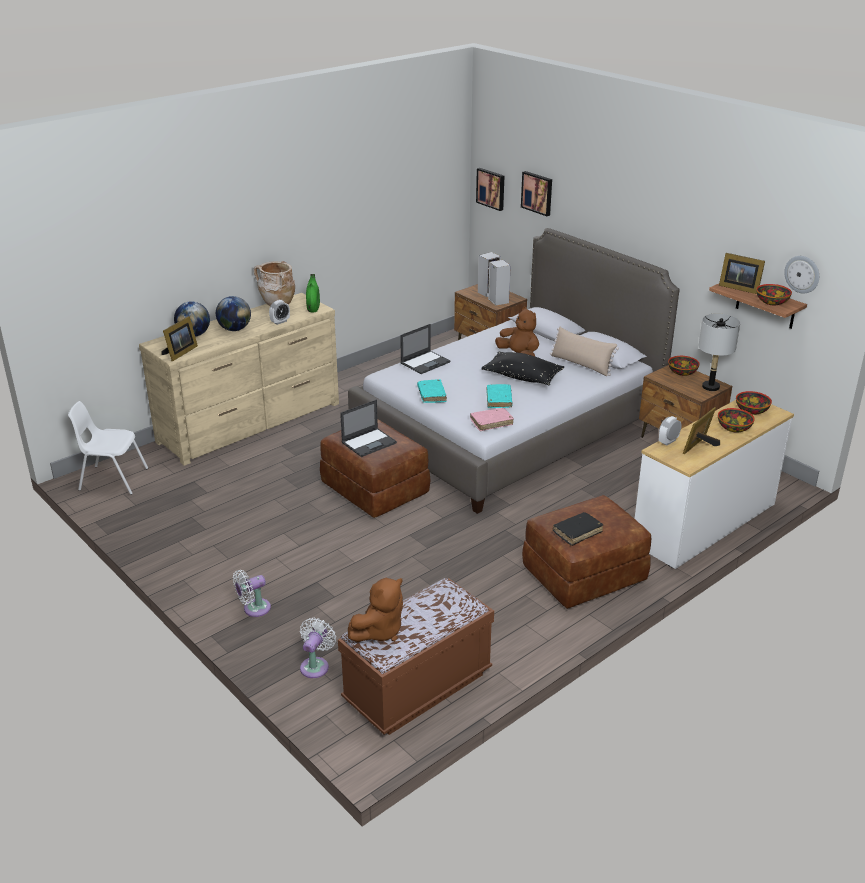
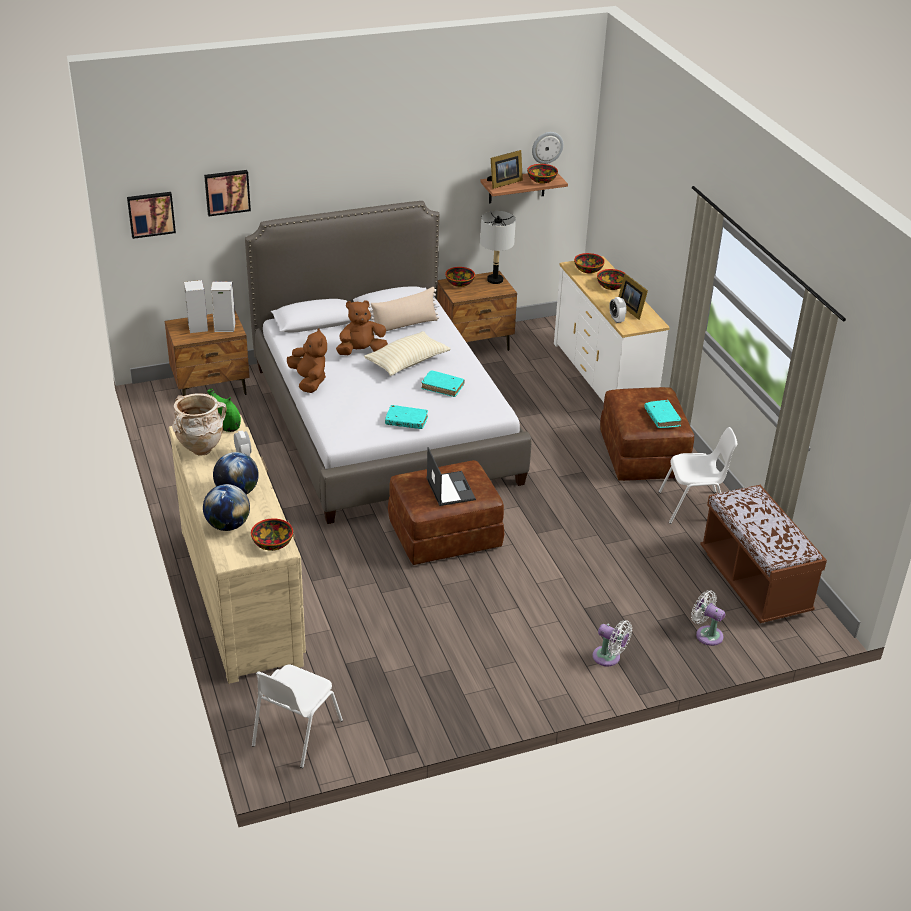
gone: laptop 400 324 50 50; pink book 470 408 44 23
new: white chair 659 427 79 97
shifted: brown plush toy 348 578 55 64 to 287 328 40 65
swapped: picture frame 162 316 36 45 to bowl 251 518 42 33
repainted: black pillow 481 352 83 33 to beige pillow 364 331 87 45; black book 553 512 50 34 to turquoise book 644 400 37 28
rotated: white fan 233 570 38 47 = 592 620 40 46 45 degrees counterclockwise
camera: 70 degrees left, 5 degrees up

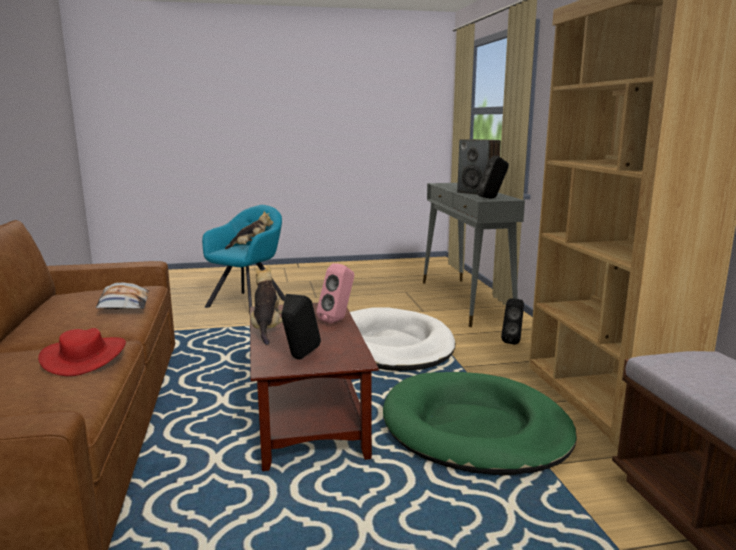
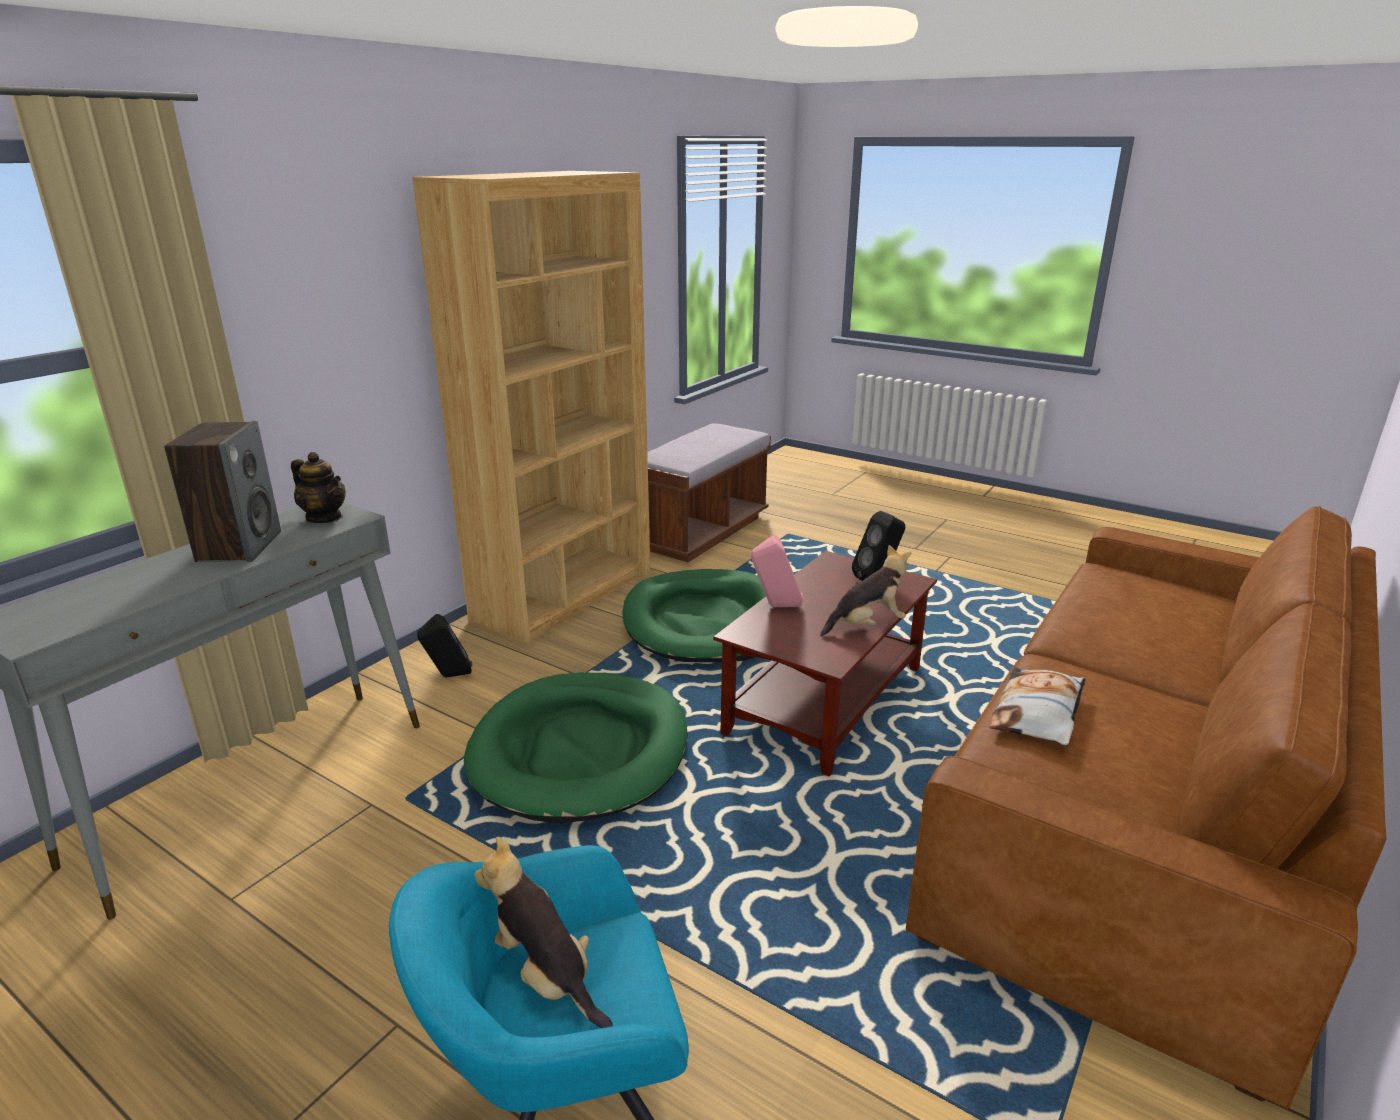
gone: red hat 38 328 88 48
swapped: black speaker 477 156 32 43 to teapot 291 452 55 71
repainted: white dog bed 350 307 105 64 to green dog bed 464 673 224 150
rotated: plush toy 250 265 33 80 = 820 545 92 92 150 degrees counterclockwise
camera: 135 degrees left, 10 degrees up

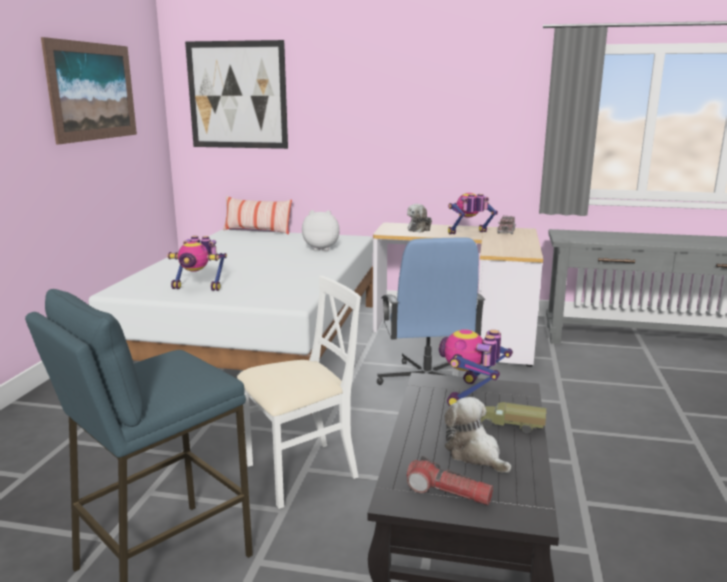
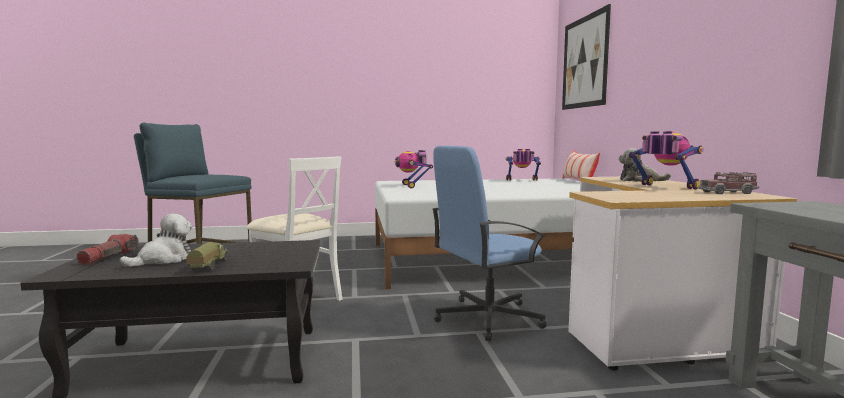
gone: picture 41 37 96 107; plush toy 302 210 38 41
shifted: toy robot 439 329 74 77 to 505 149 36 32
camera: 70 degrees right, 10 degrees down

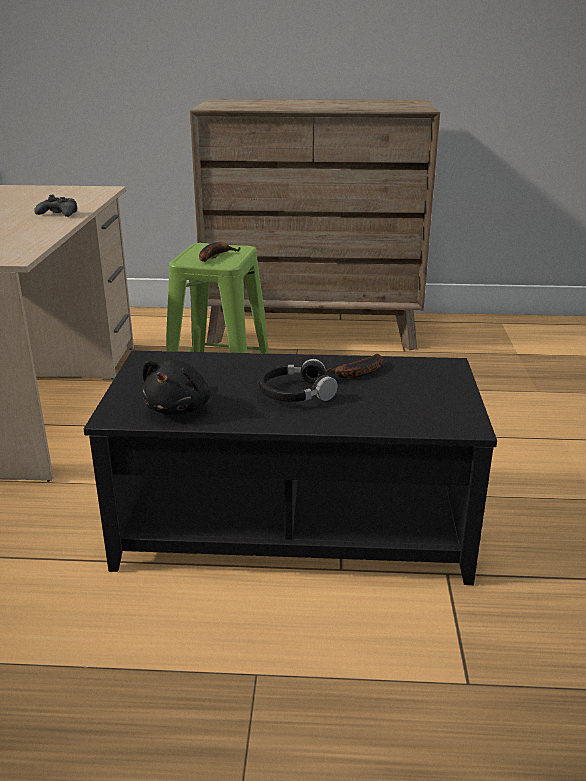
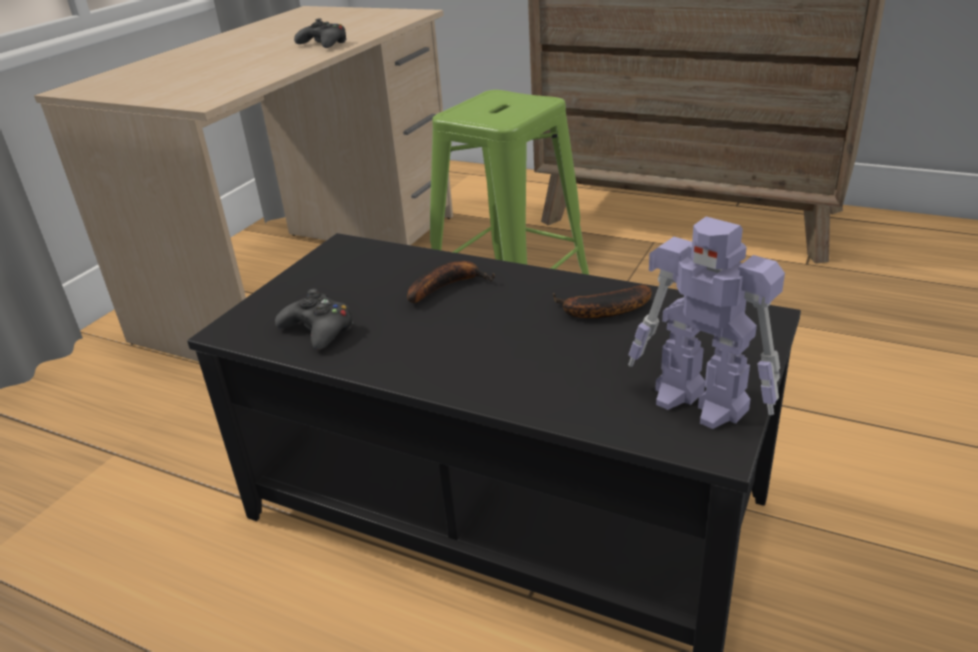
gone: black headphones 259 359 79 43
new: toy robot 628 217 157 212
shifted: banana 199 242 42 20 to 407 261 88 42
swapped: black plush toy 142 360 69 55 to black game controller 275 289 79 61
camera: 25 degrees right, 5 degrees up

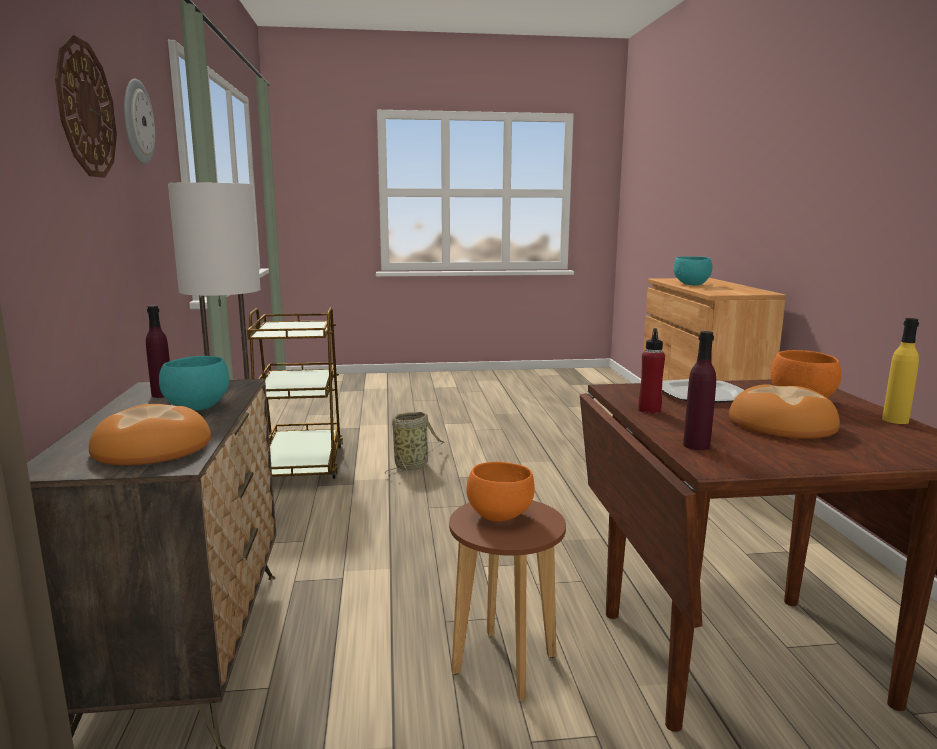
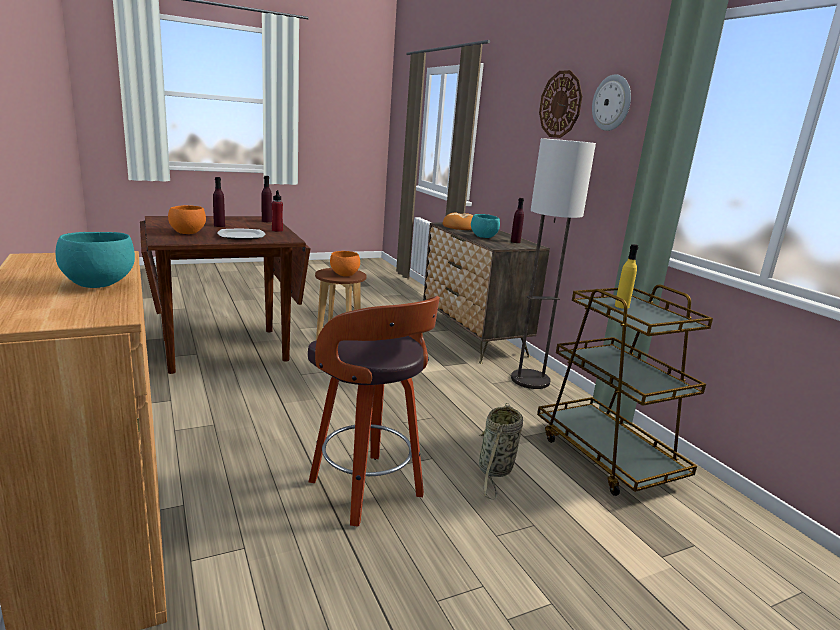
new: stool 308 296 132 231
shifted: yellow bottle 882 318 37 106 to 615 244 23 65
swapped: bread 729 384 111 54 to purple bottle 213 177 12 50
camera: 160 degrees right, 5 degrees up

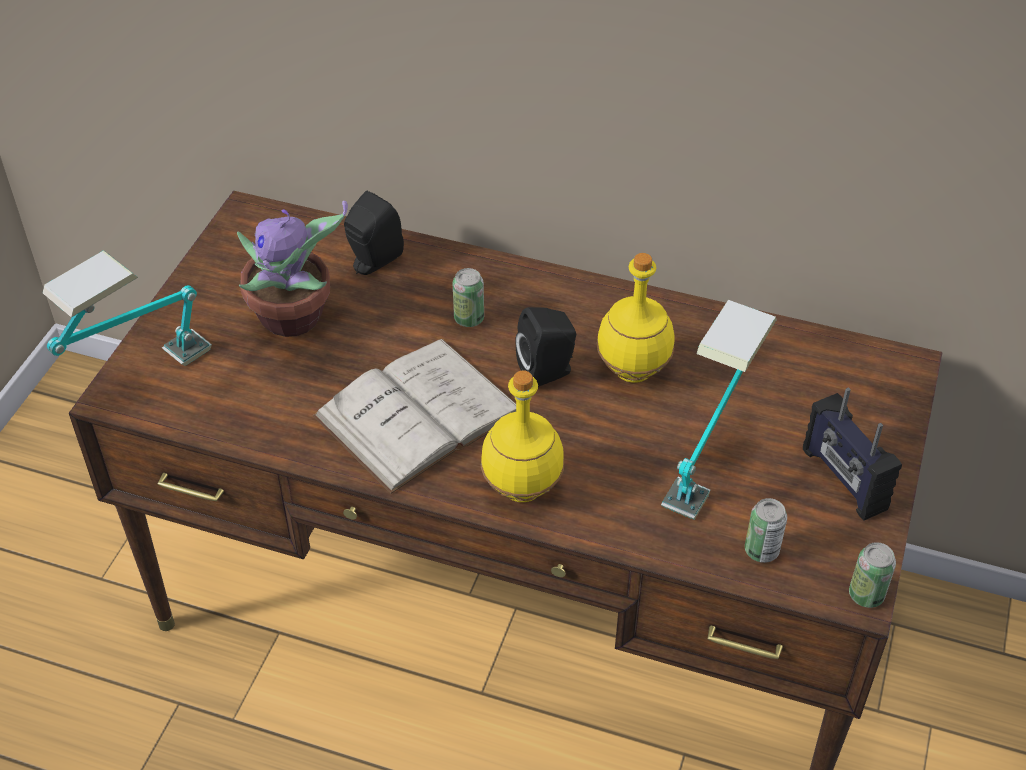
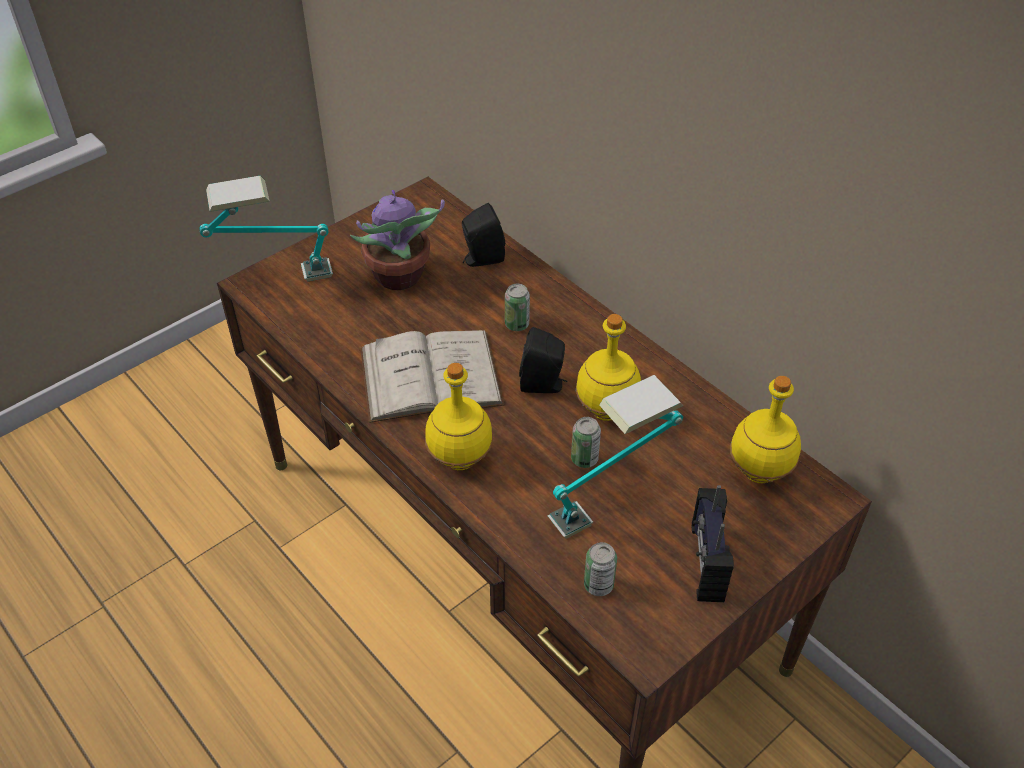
new: yellow bottle 730 376 71 107
shifted: can 849 542 47 66 to 571 417 30 51
camera: 30 degrees right, 0 degrees up

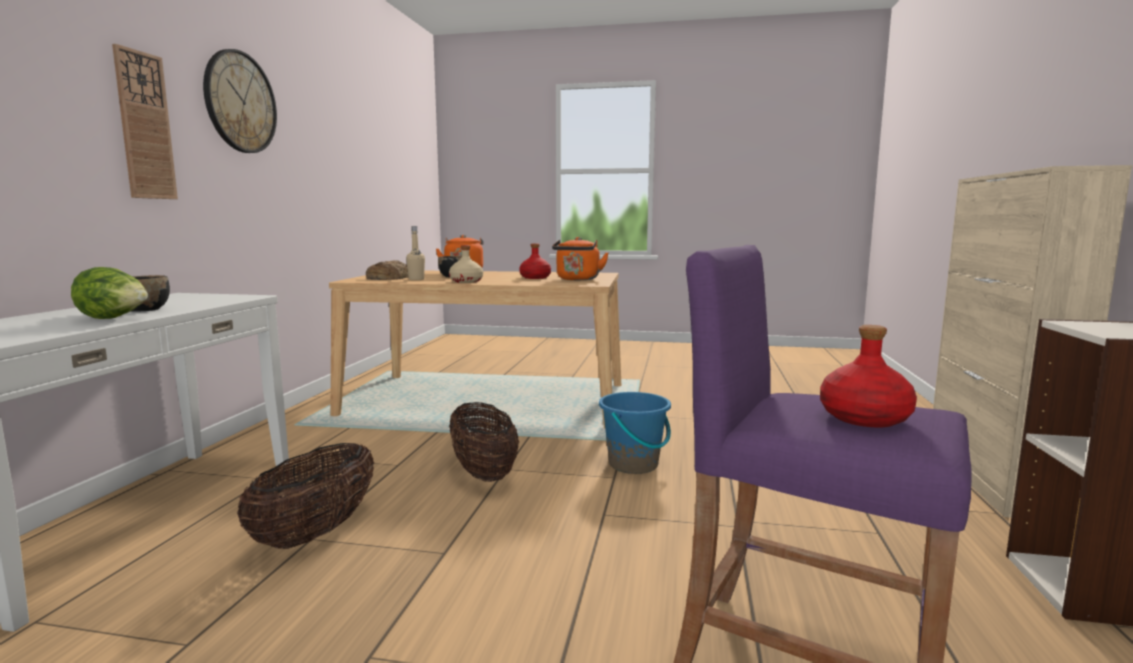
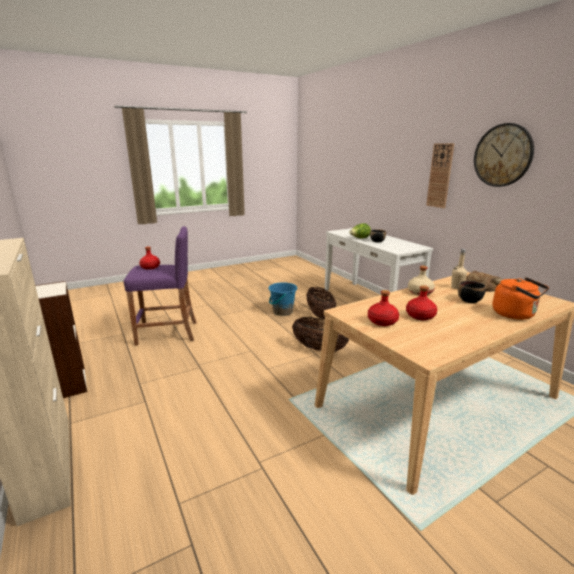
shifted: blue bucket 599 392 72 82 to 268 282 29 34
swapped: orange kettle 552 237 57 43 to red bottle 368 290 31 36
camera: 140 degrees right, 10 degrees up

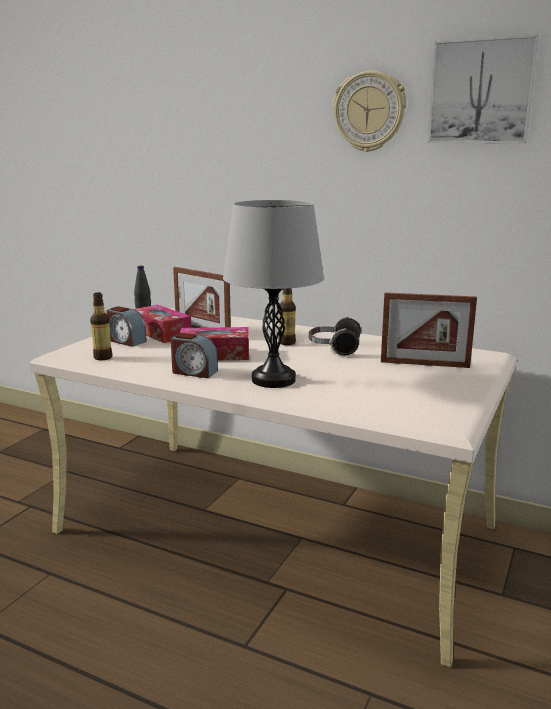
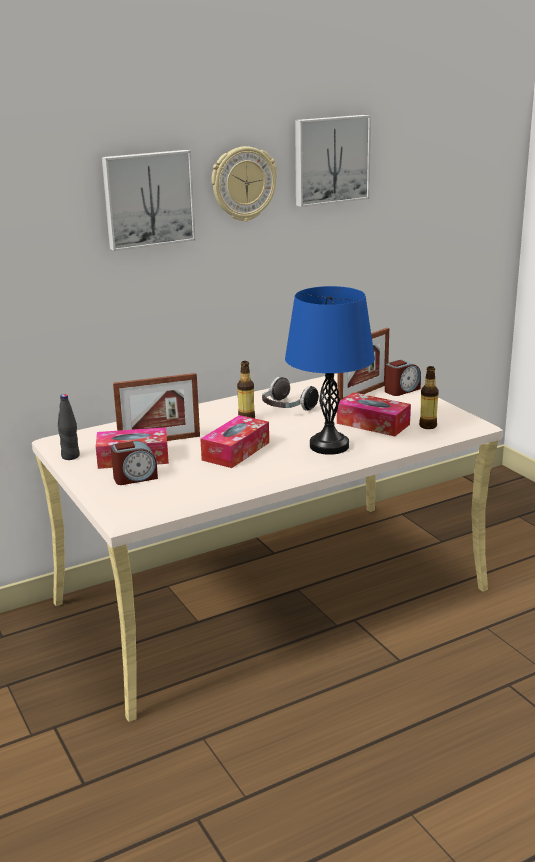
new: picture 102 150 94 101; tissue box 337 392 74 44
shifted: bottle 90 292 22 68 to 419 366 20 63; alarm clock 171 333 47 45 to 385 360 36 36
repainted: grey table lamp 223 200 101 188 to blue table lamp 285 286 90 169
camera: 55 degrees left, 5 degrees up

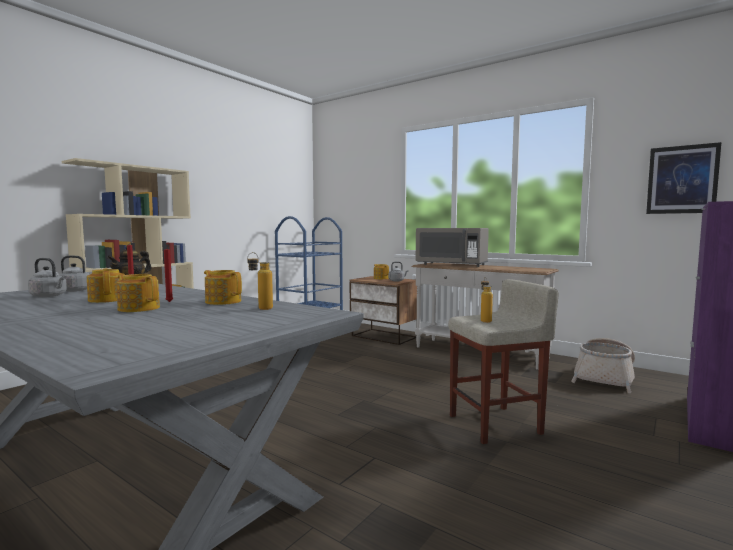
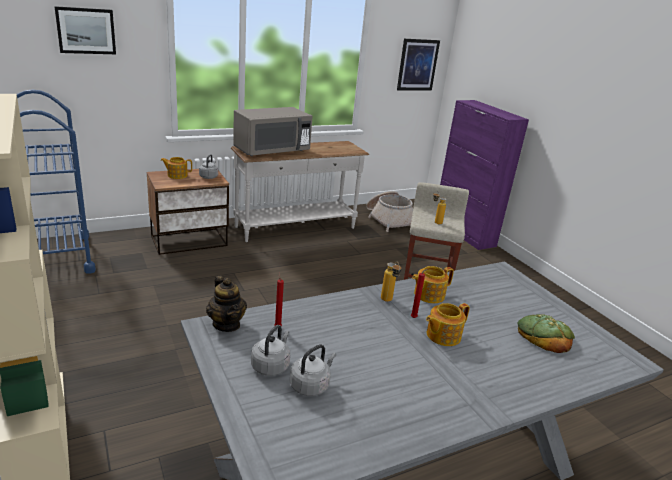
gone: teapot 87 269 36 34
new: picture 54 6 62 48; bread 517 314 58 39
shifted: bottle 247 252 26 58 to 381 262 20 40
camera: 65 degrees left, 20 degrees up

